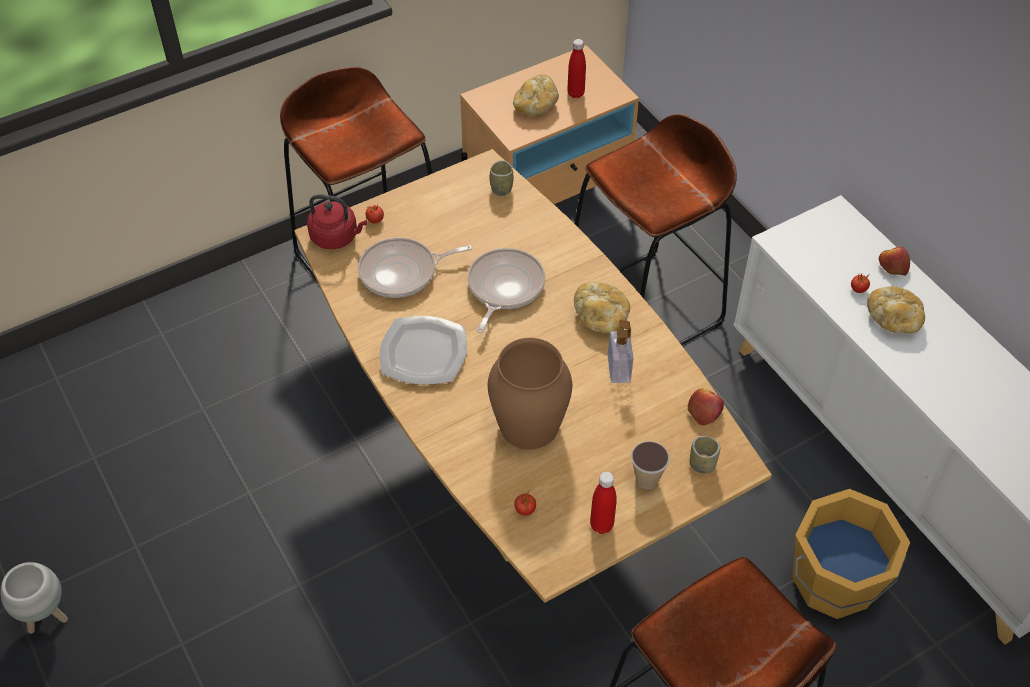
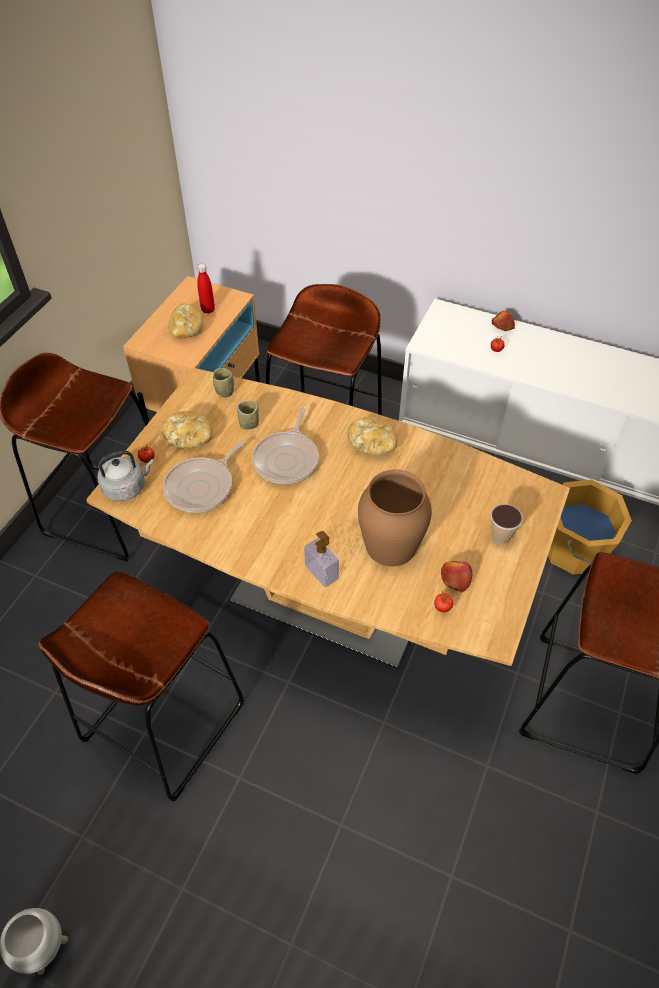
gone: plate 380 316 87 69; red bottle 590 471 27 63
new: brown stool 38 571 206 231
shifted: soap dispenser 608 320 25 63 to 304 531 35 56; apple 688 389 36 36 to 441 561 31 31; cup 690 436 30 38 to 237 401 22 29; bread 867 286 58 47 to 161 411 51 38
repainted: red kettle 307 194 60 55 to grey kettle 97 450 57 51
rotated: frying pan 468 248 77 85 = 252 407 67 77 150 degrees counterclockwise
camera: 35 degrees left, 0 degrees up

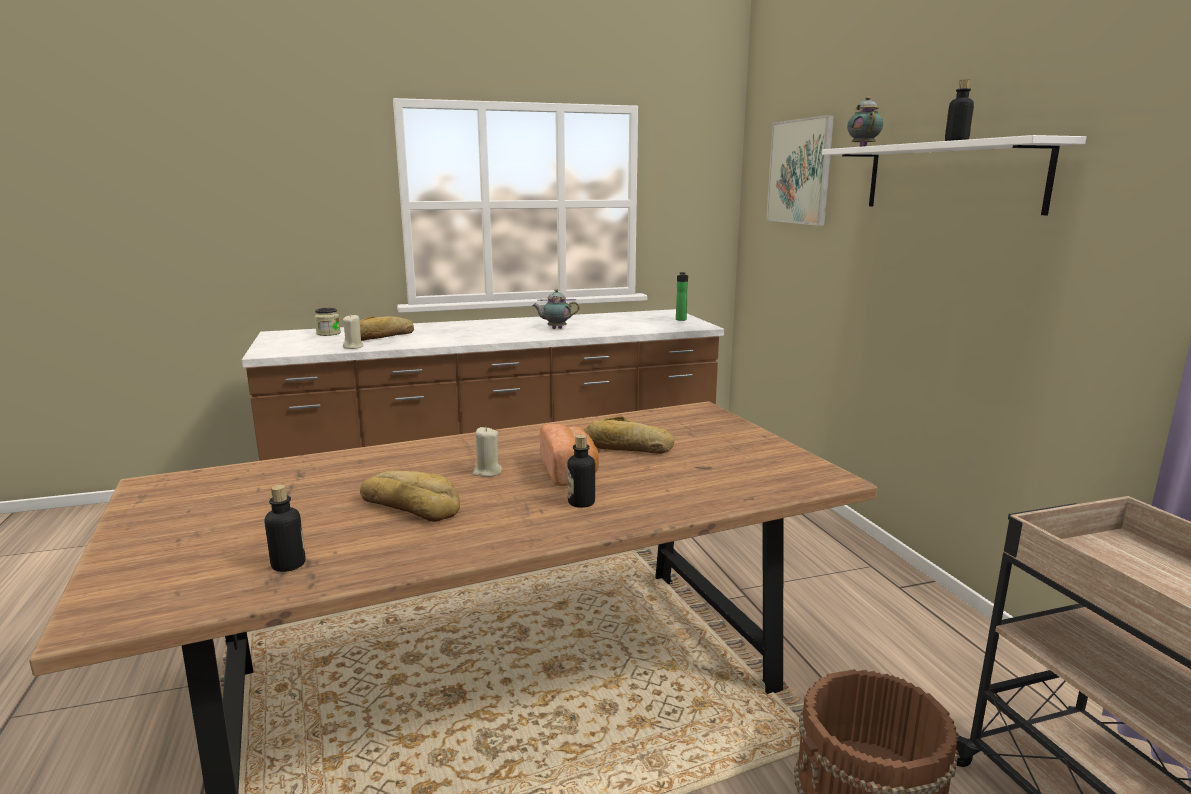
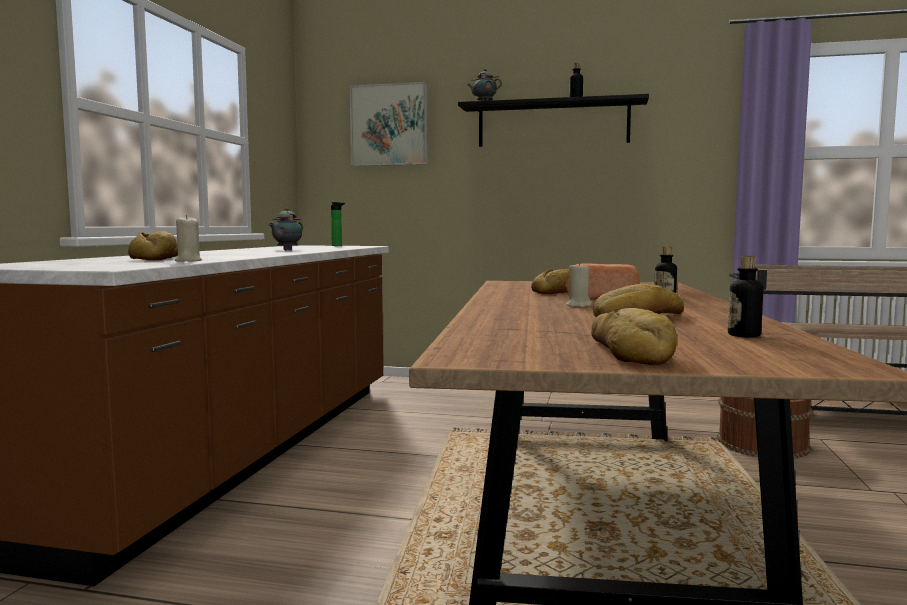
gone: jar 314 308 27 28
new: bread 591 308 86 58
repainted: white shelf 822 135 264 80 to black shelf 458 94 191 53
camera: 60 degrees left, 10 degrees down

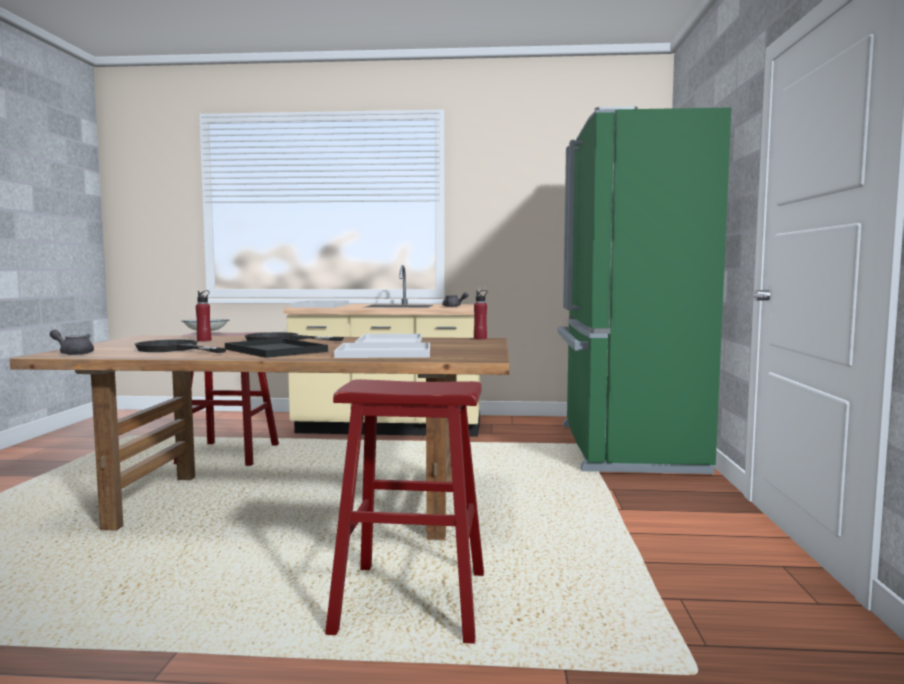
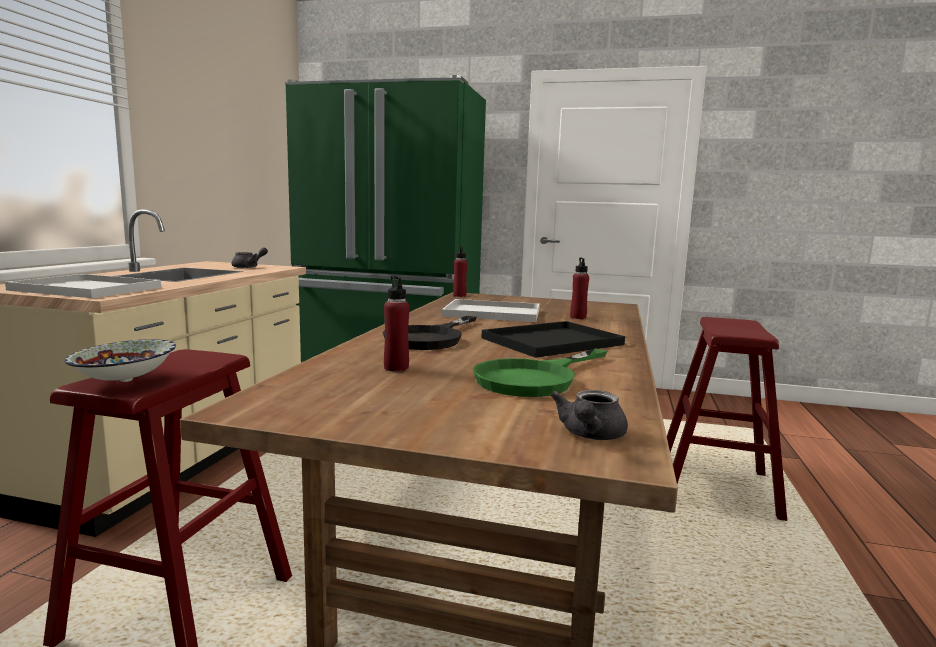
swapped: white tray 334 342 96 16 to red bottle 570 257 19 62
repainted: black frying pan 135 340 92 13 to green frying pan 473 348 134 49
camera: 80 degrees left, 5 degrees up

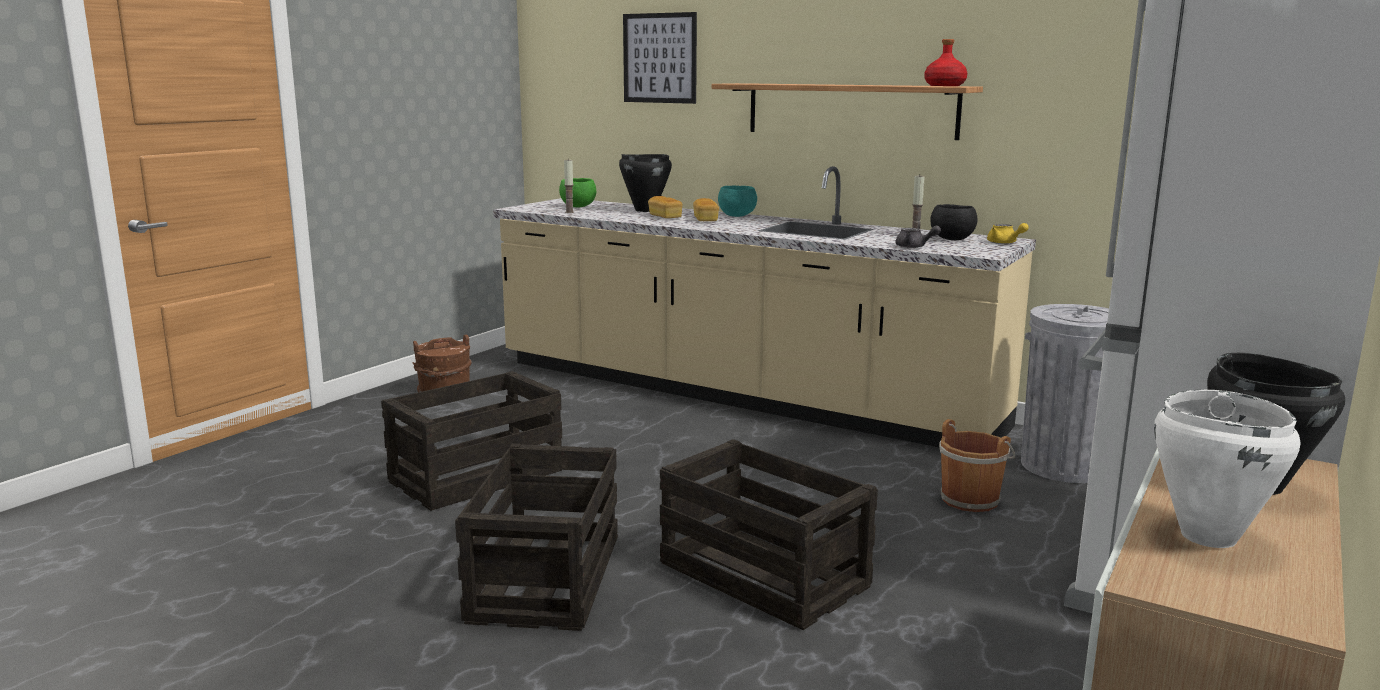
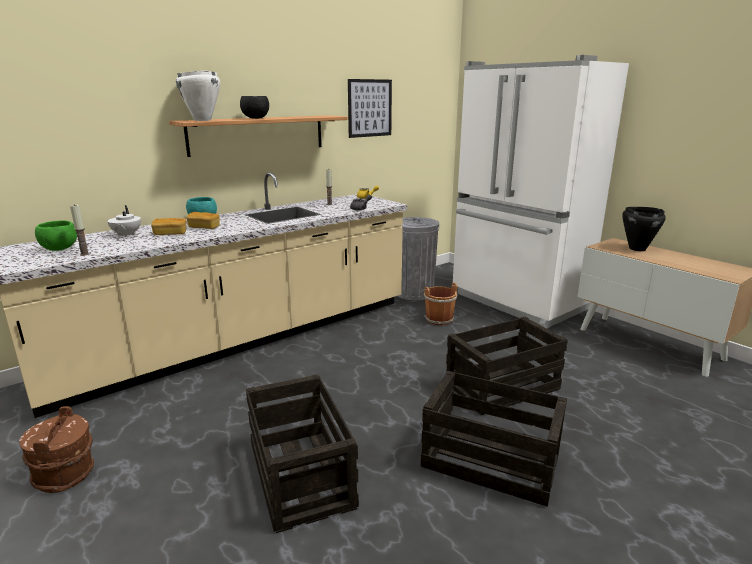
gone: red bottle 924 39 43 47
shifted: picture 623 12 74 92 to 348 79 44 59; black bowl 930 204 47 36 to 240 96 29 23; white cooking pot 1154 390 146 158 to 176 71 44 50
swapped: black cooking pot 619 154 53 58 to white teapot 107 205 34 32
camera: 70 degrees left, 5 degrees up

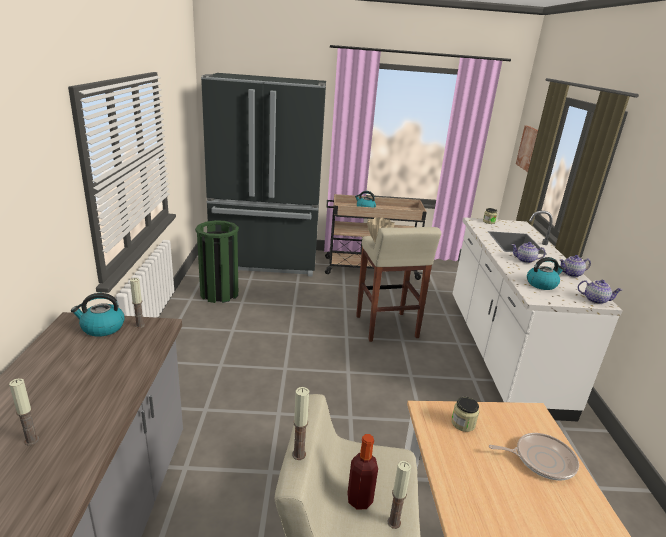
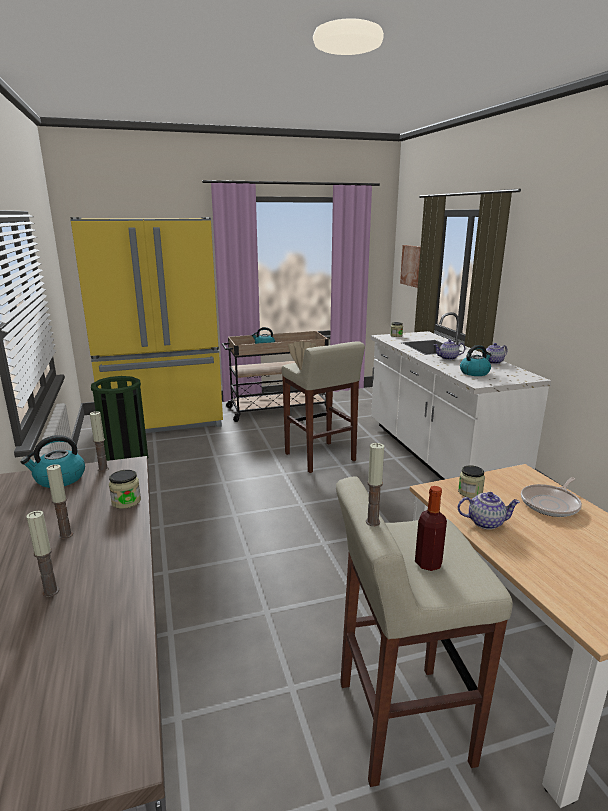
new: jar 109 470 32 39
shifted: candle 387 461 24 68 to 46 464 27 75; teapot 578 280 45 24 to 458 492 62 38
repainted: black fridge 201 73 125 204 to yellow fridge 70 217 153 216
rotated: frying pan 489 433 90 48 = 521 477 61 40 150 degrees clockwise
camera: 15 degrees left, 5 degrees down

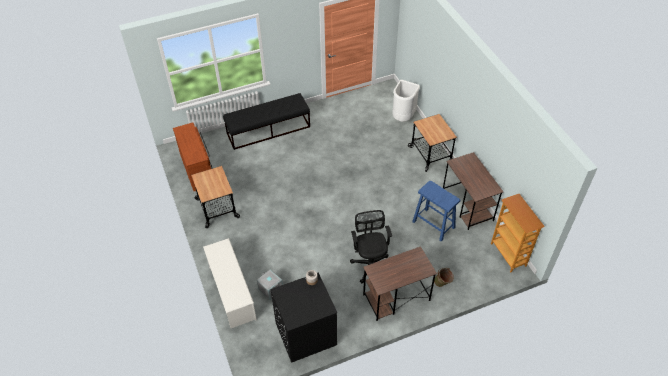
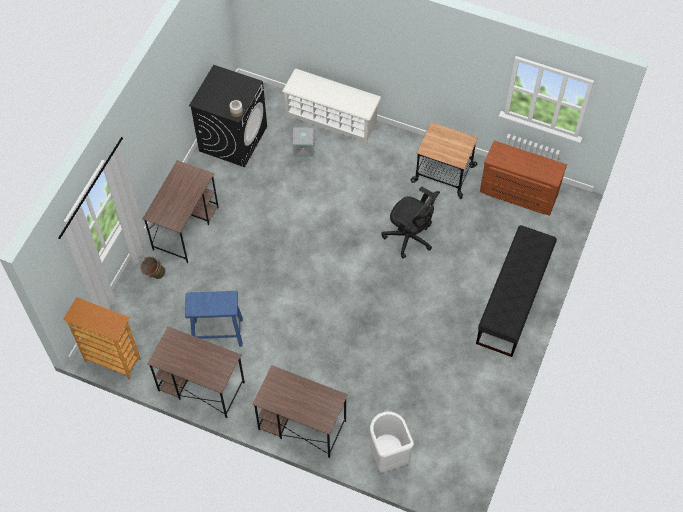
shifted: black office chair 350 210 42 73 to 382 187 58 72
swapped: cart 408 114 49 58 to brown desk 252 365 96 93
camera: 135 degrees right, 10 degrees up

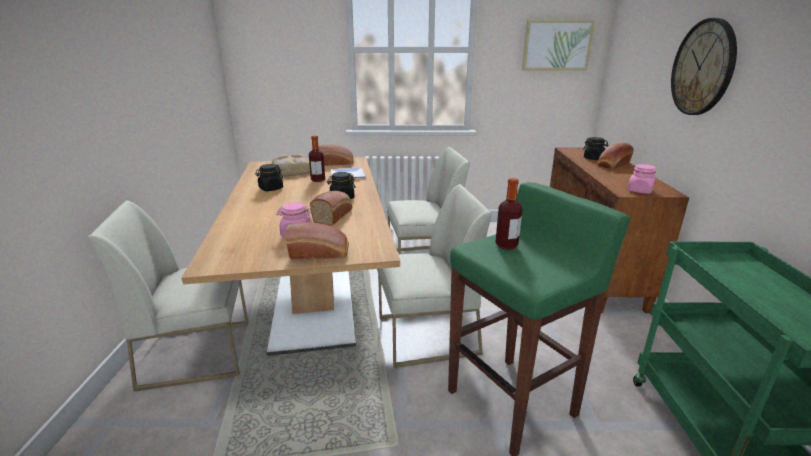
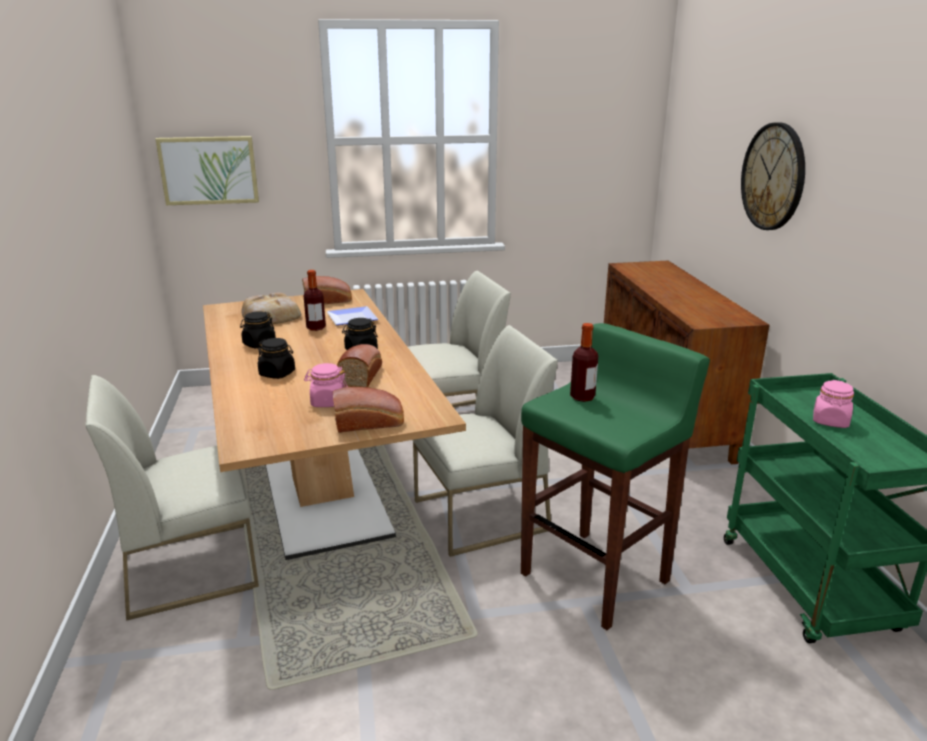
gone: bread 597 142 37 27
shifted: picture 522 20 73 51 to 155 136 104 69; black jar 583 137 25 23 to 258 338 37 41; pink jar 628 164 28 30 to 813 380 41 48
camera: 10 degrees left, 0 degrees up

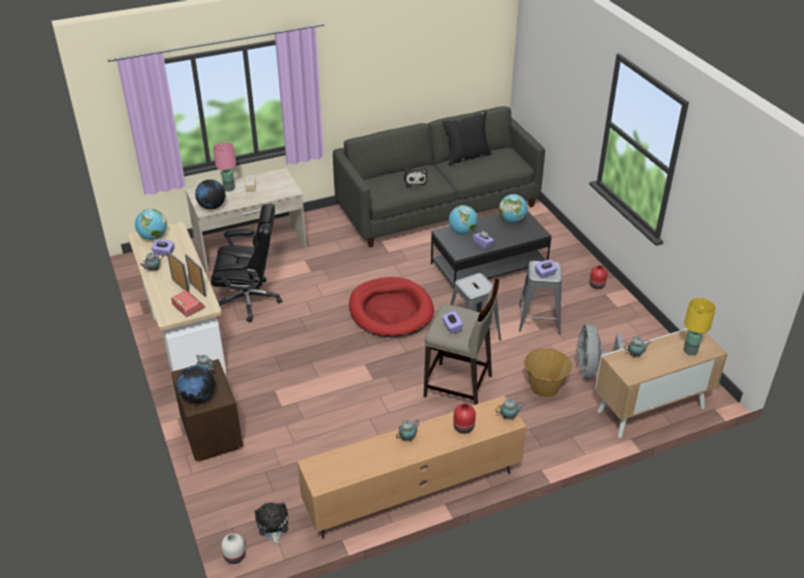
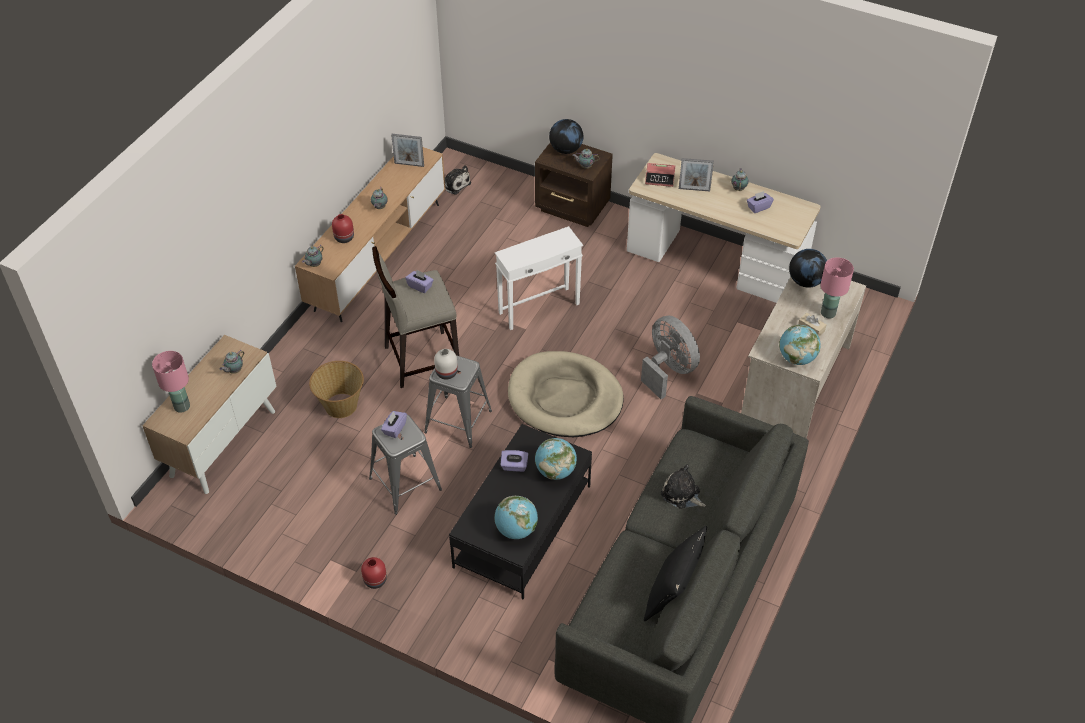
gone: black office chair 211 204 71 119
new: white side table 495 226 88 104
shifted: globe 135 209 32 31 to 779 325 42 40; picture frame 185 254 21 43 to 391 134 33 33; white vase 221 533 25 31 to 434 349 24 30; grey fan 577 324 47 55 to 641 315 59 84
repainted: red dog bed 349 277 85 60 to beige dog bed 508 351 116 86; yellow table lamp 684 298 32 57 to pink table lamp 152 351 38 62
camera: 140 degrees right, 10 degrees up

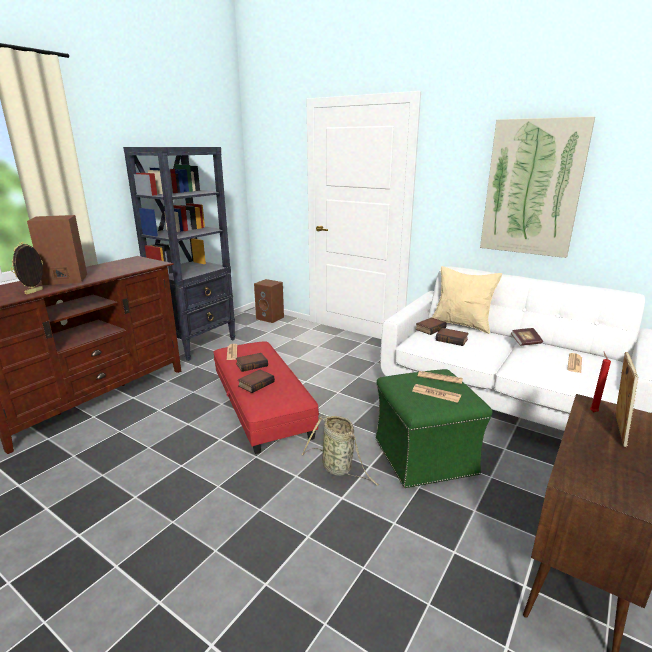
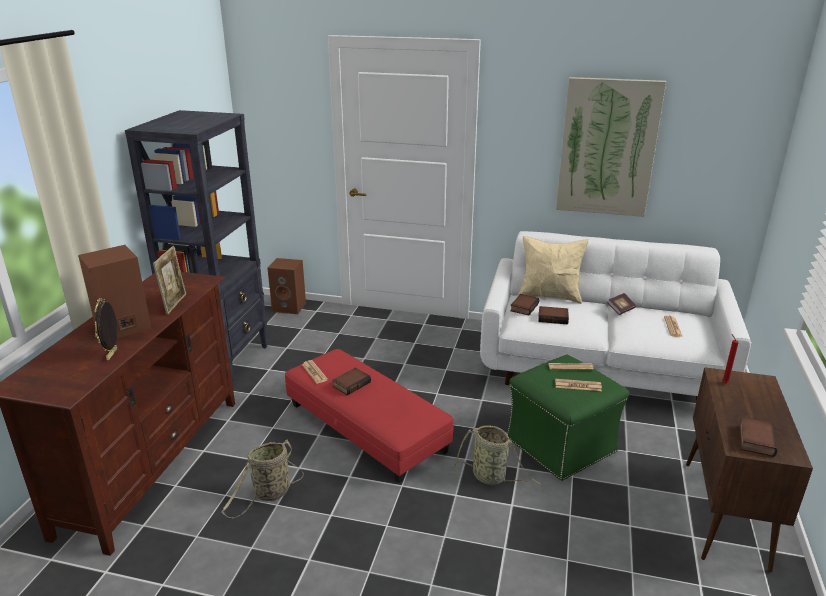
new: basket 221 440 83 78
shifted: book 238 369 37 24 to 739 417 38 40; picture frame 615 352 23 95 to 153 246 33 69
camera: 20 degrees left, 5 degrees up

